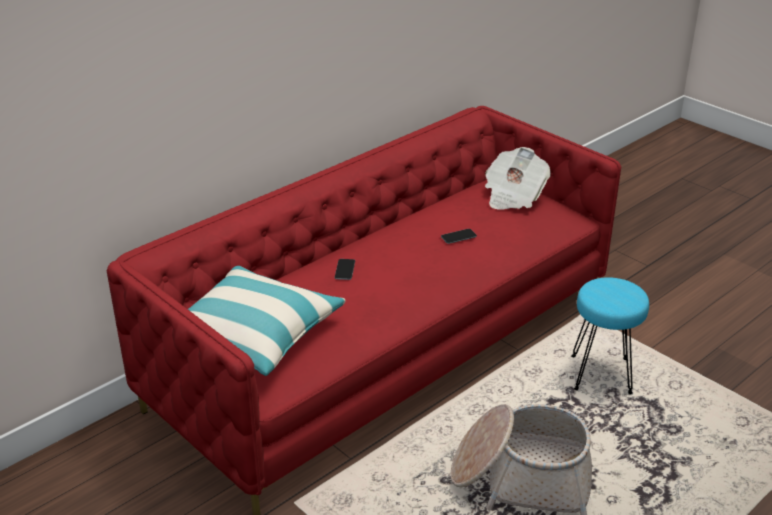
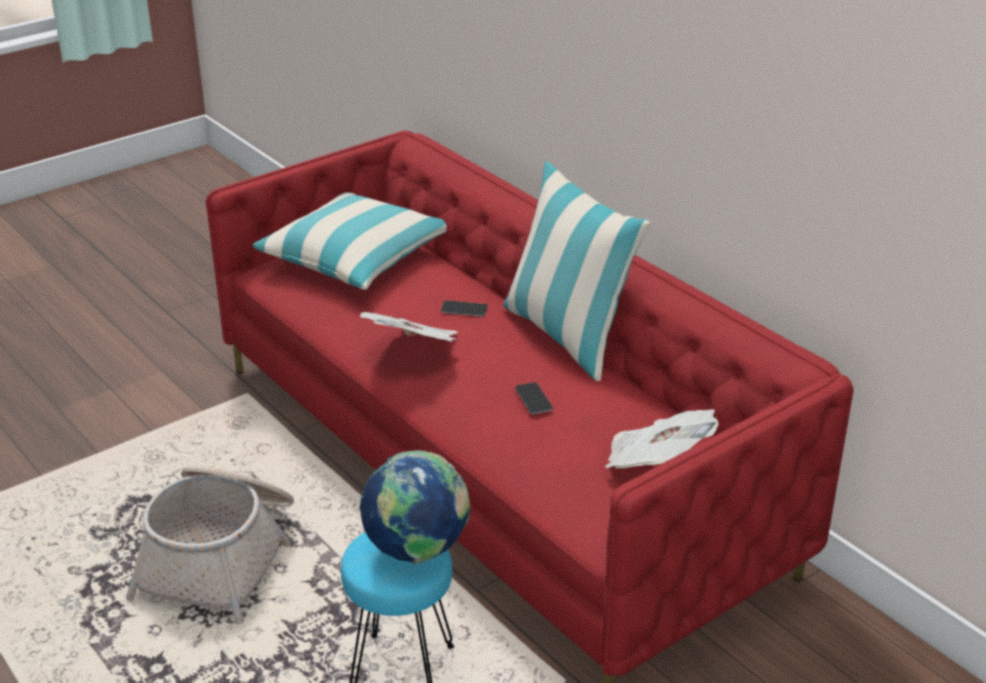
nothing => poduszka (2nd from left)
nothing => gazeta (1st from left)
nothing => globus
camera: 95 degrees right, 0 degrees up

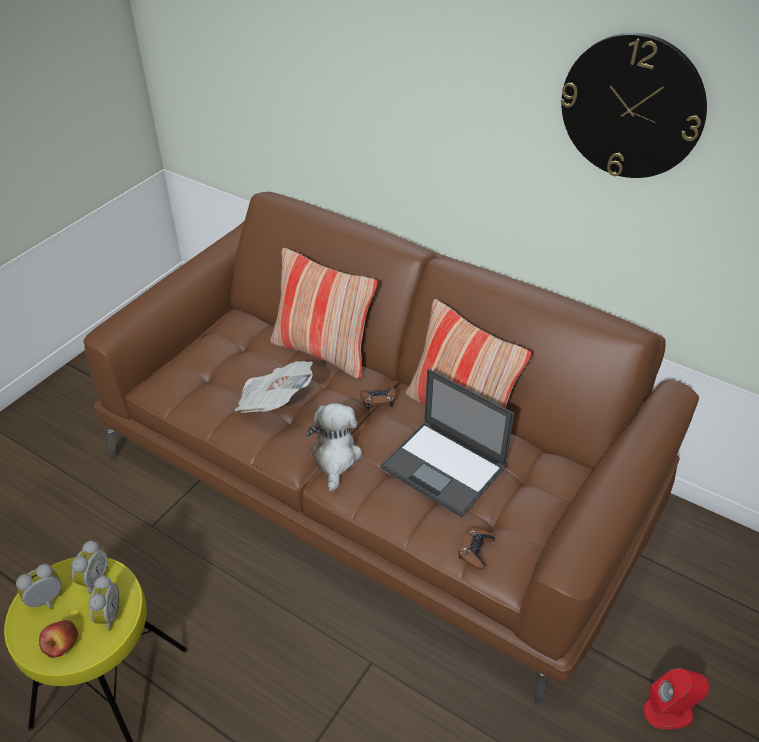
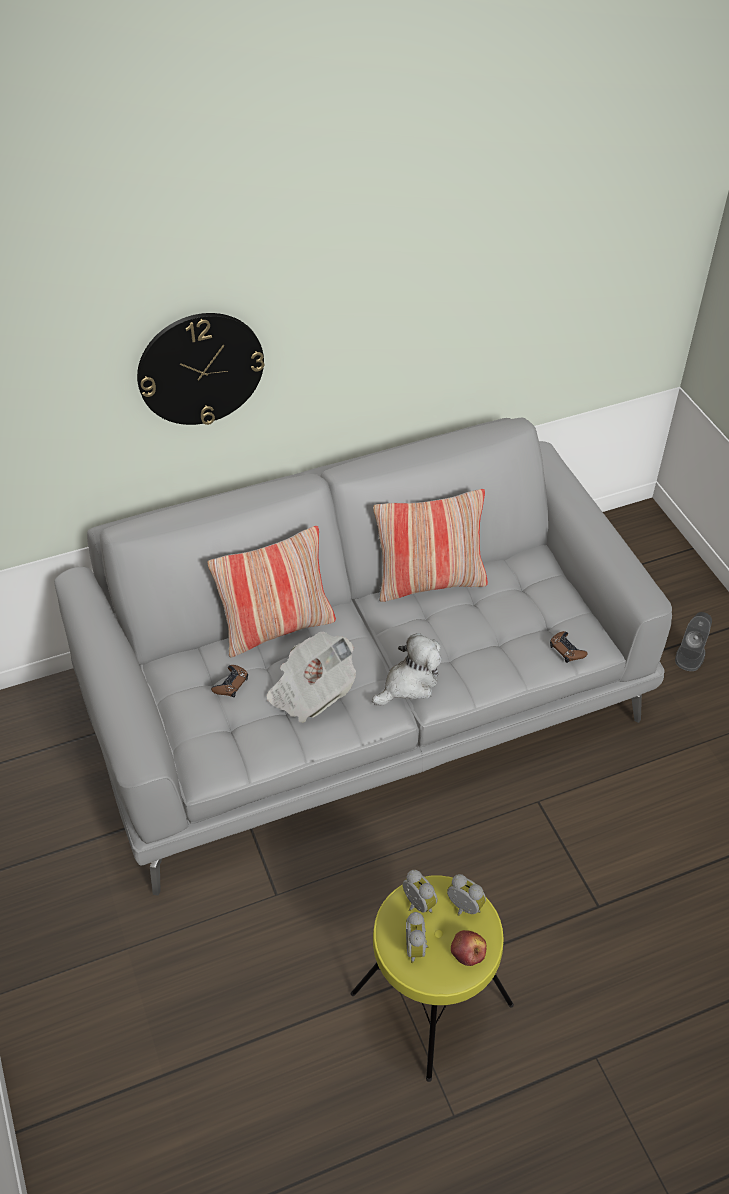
zegar ścienny, move
kanapa/brązowy => kanapa/szary
laptop => nothing
pad do gier/brązowy (1st from left), move
pluszak, 105 degrees clockwise
głośnik/czerwony => głośnik/szary
camera: 55 degrees left, 5 degrees up

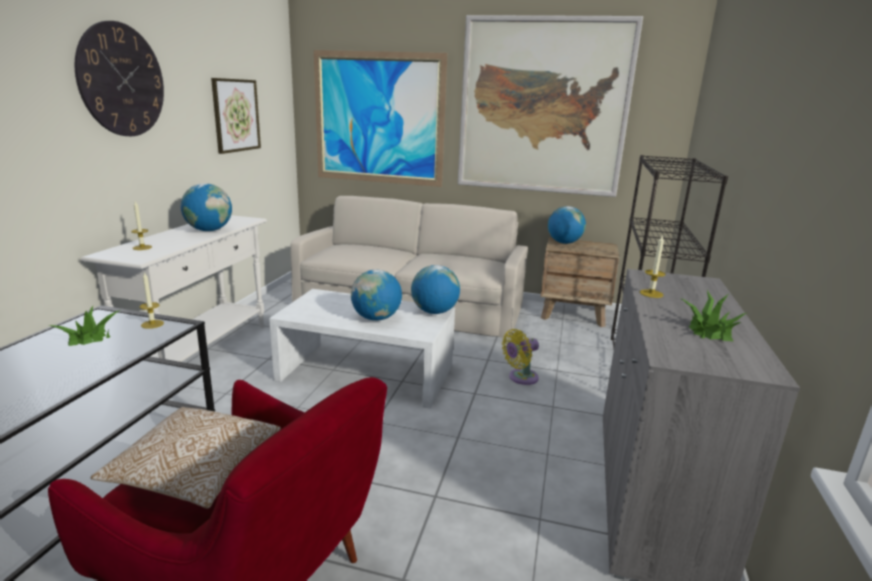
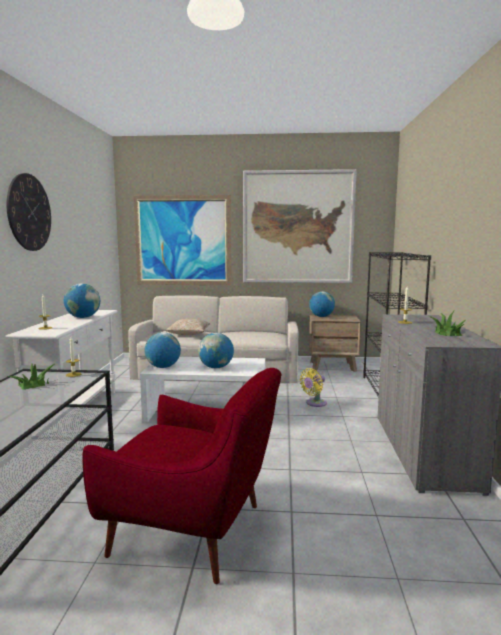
obraz (1st from left) => nothing
globus (3rd from left in the first image) => globus (2nd from left), move
poduszka, move
camera: 10 degrees left, 10 degrees down

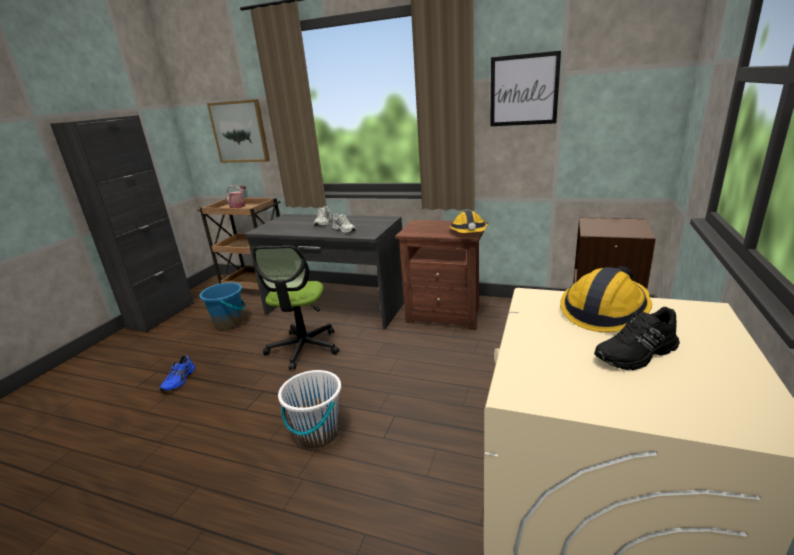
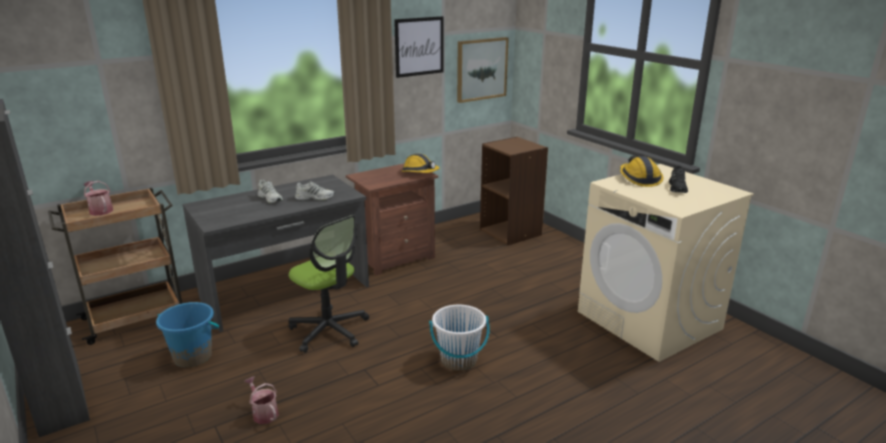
obraz (1st from left in the first image) => obraz (2nd from left), move
but/niebieski => konewka (2nd from left)
camera: 55 degrees left, 0 degrees up

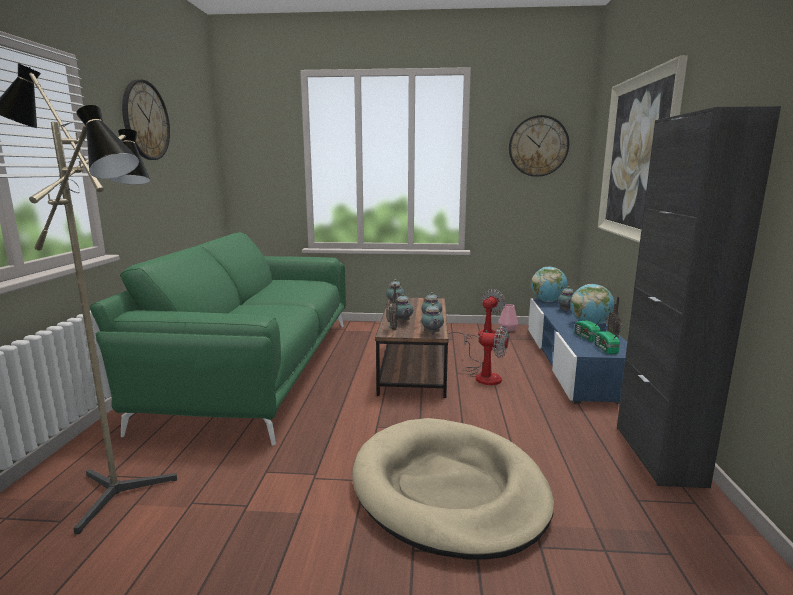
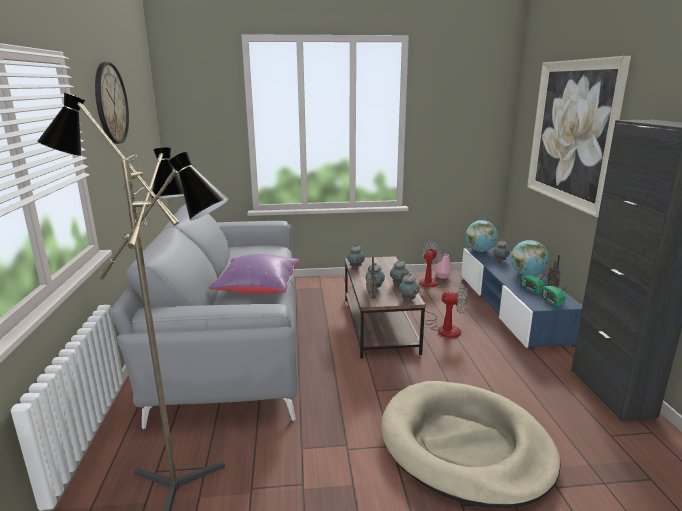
zegar ścienny (2nd from left) => nothing
kanapa/zielony => kanapa/szary
nothing => poduszka/fioletowy
camera: 10 degrees left, 5 degrees up

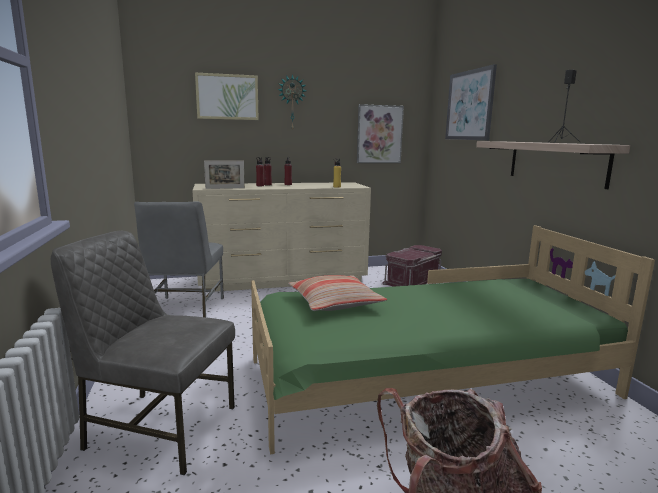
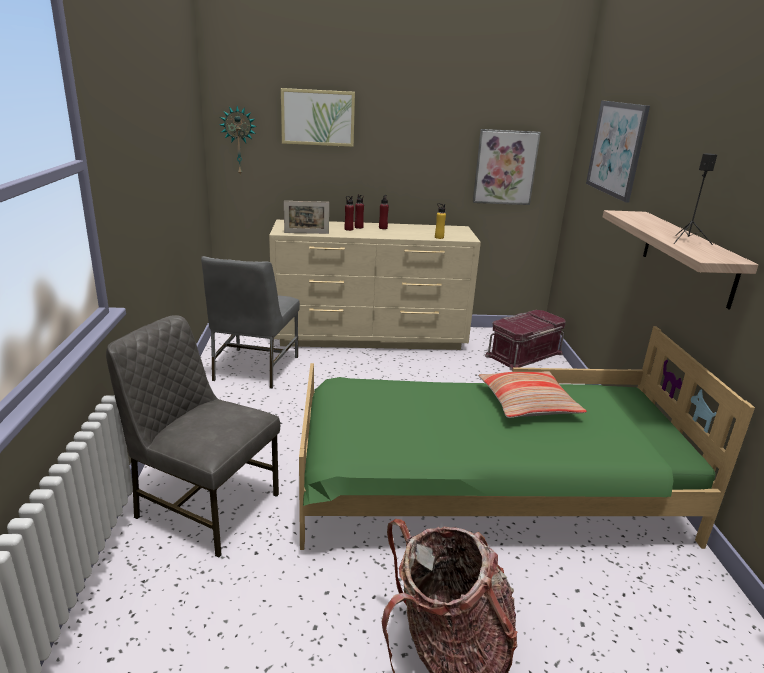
zegar ścienny, move
poduszka, move
camera: 10 degrees right, 10 degrees up

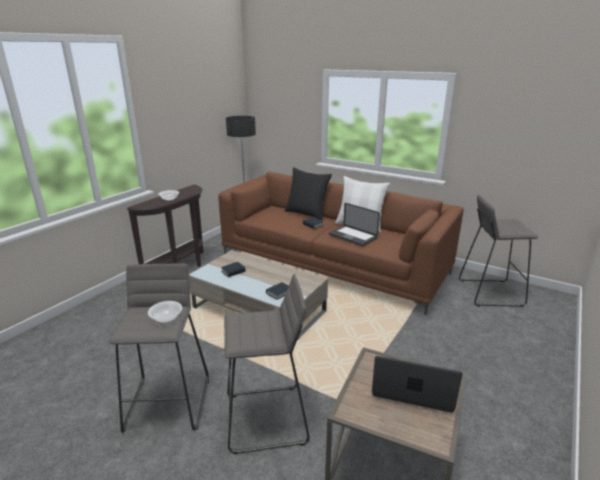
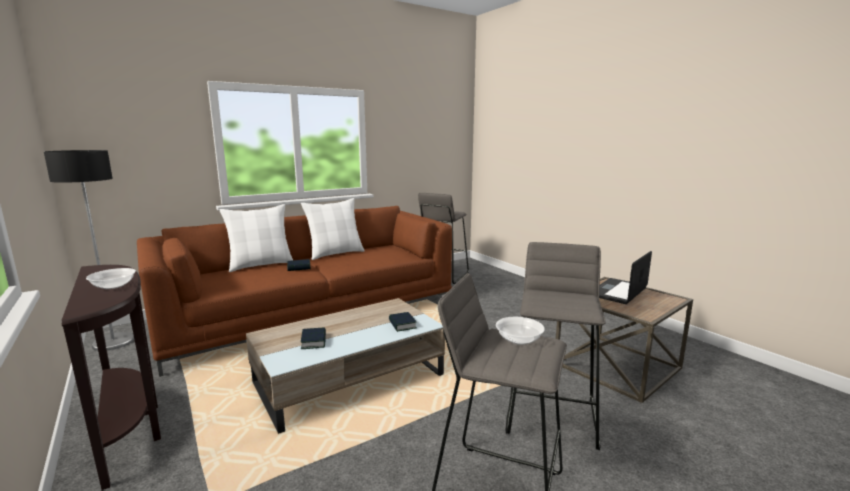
poduszka/czarny => poduszka/biały (1st from left)
laptop (1st from left) => nothing
camera: 65 degrees left, 10 degrees down

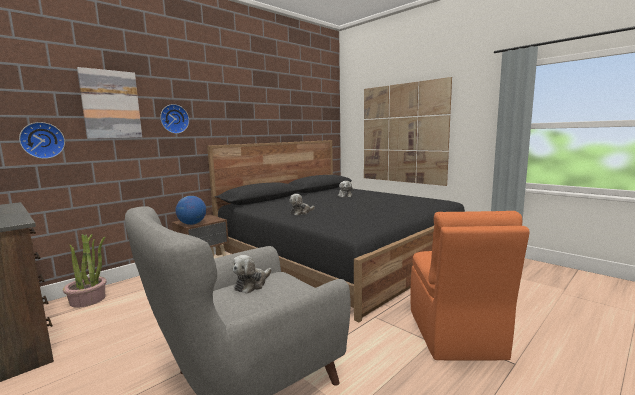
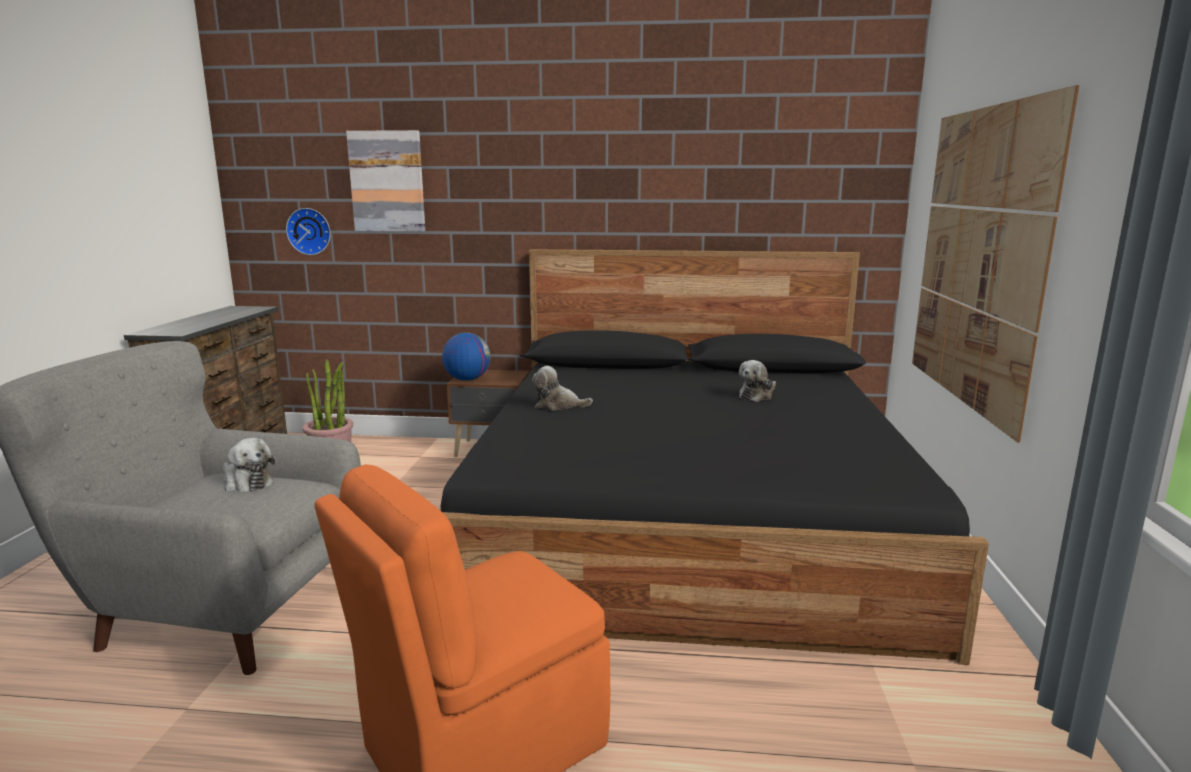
zegar ścienny (2nd from left) => nothing
pluszak (1st from left), 135 degrees counterclockwise
camera: 50 degrees right, 5 degrees up

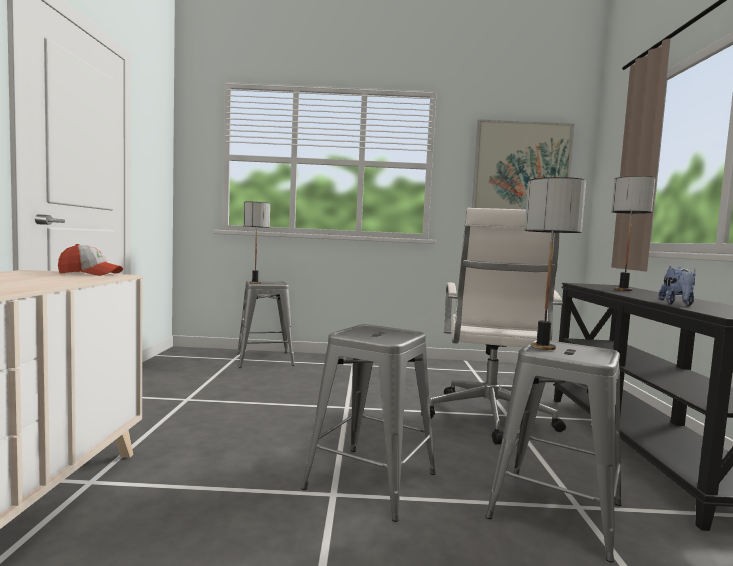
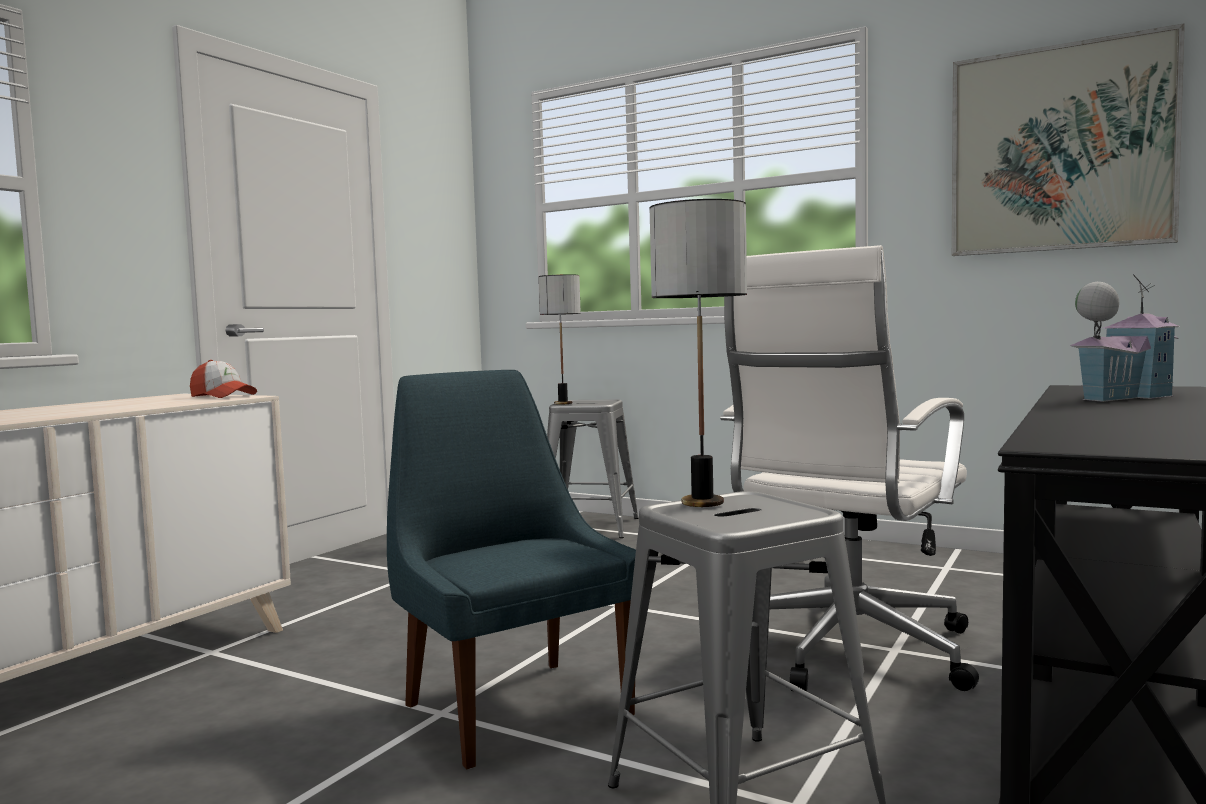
lampa stołowa (3rd from left) => domek
pluszak => nothing
stołek/szary (2nd from left) => krzesło/niebieski
camera: 30 degrees right, 0 degrees up

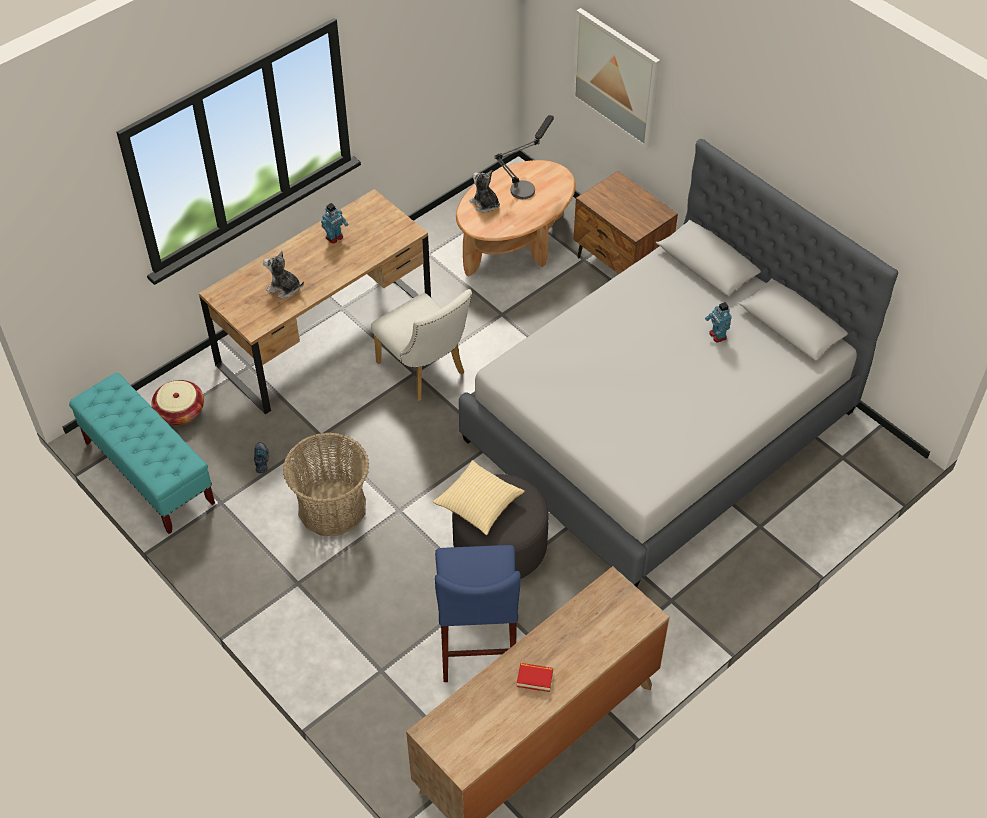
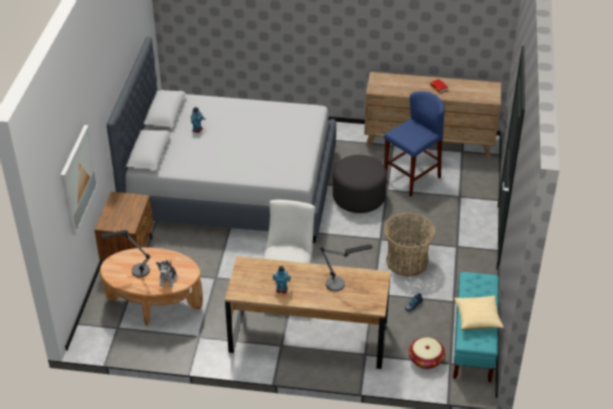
pluszak (1st from left) => lampa stołowa (2nd from left)
poduszka, move
camera: 130 degrees left, 10 degrees down

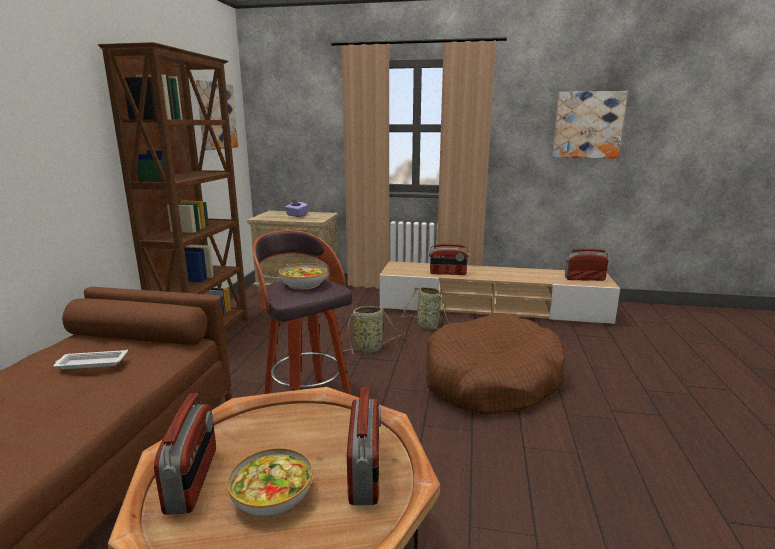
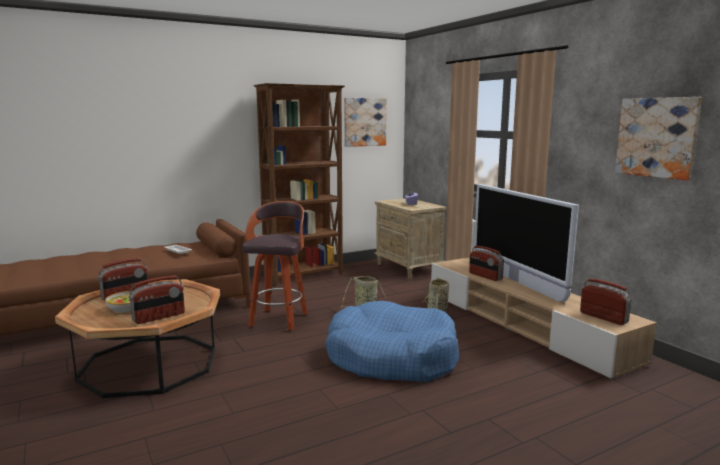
miska (2nd from left) => nothing
legowisko/brązowy => legowisko/niebieski
nothing => telewizor
camera: 50 degrees right, 5 degrees down

